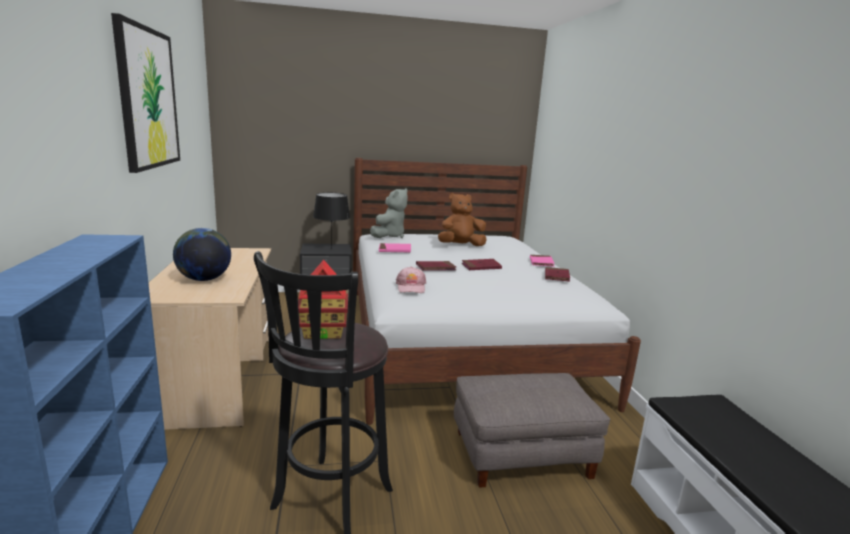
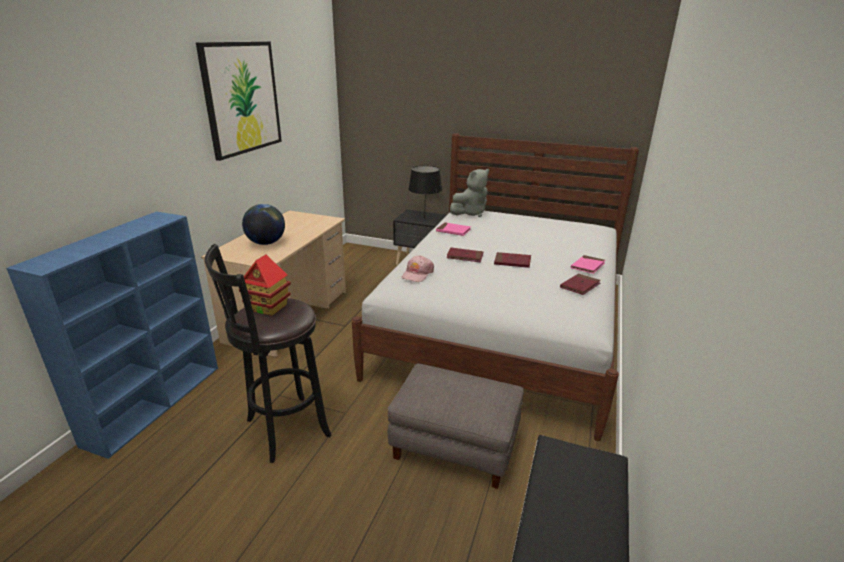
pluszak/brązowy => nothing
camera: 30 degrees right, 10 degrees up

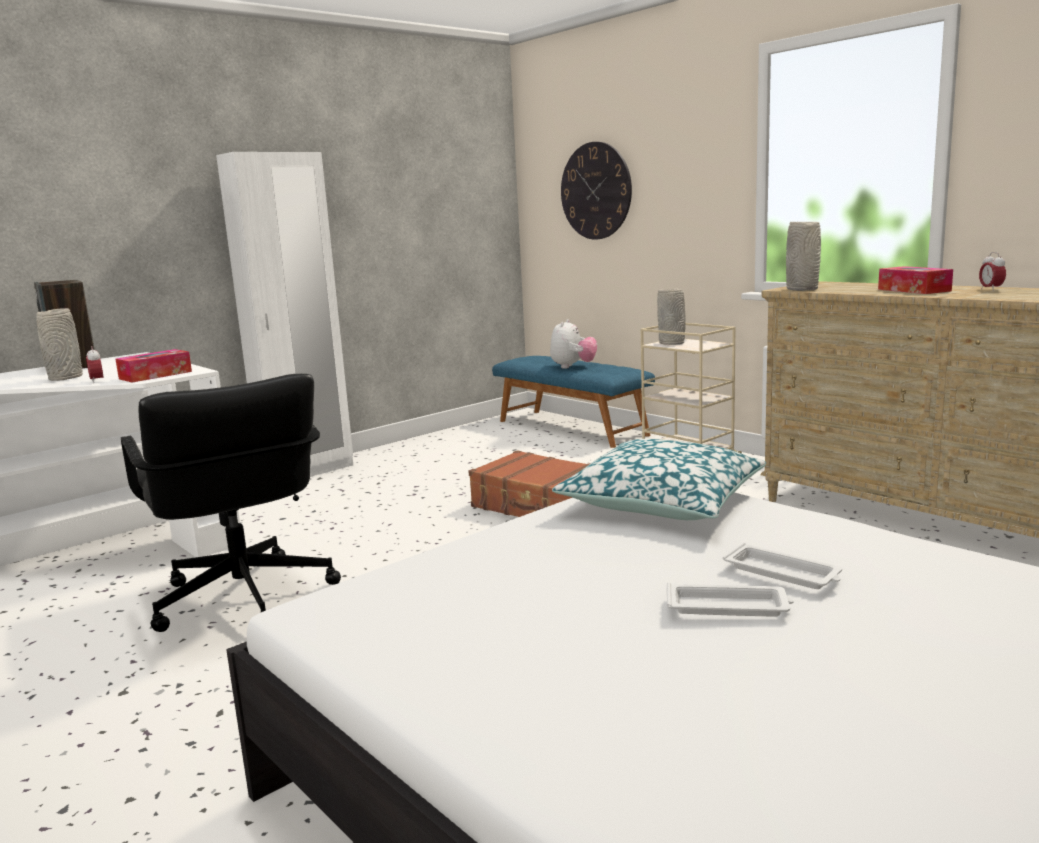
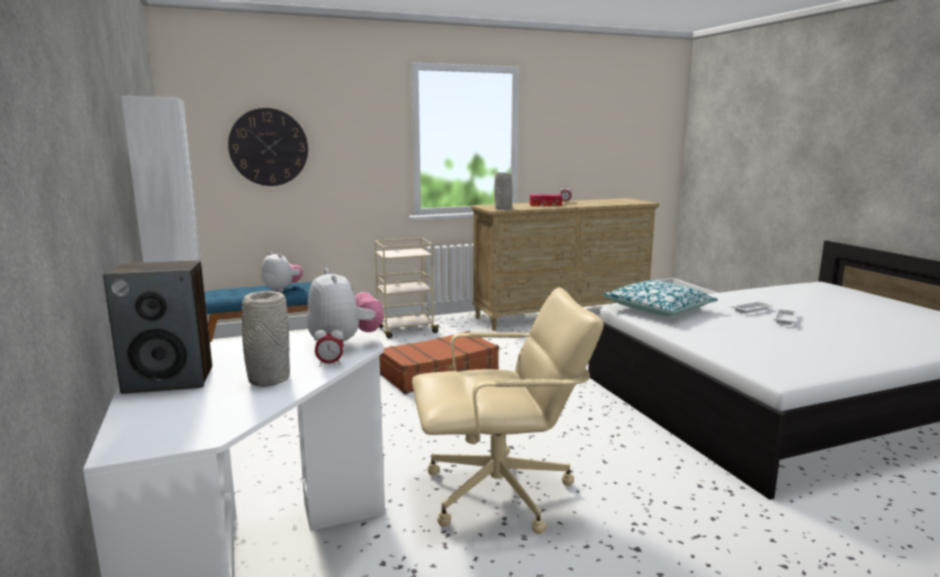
wazon/szary (2nd from left) => nothing
pudełko chusteczek (1st from left) => pluszak (2nd from left)
krzesło biurowe/czarny => krzesło biurowe/beżowy
camera: 70 degrees left, 0 degrees up

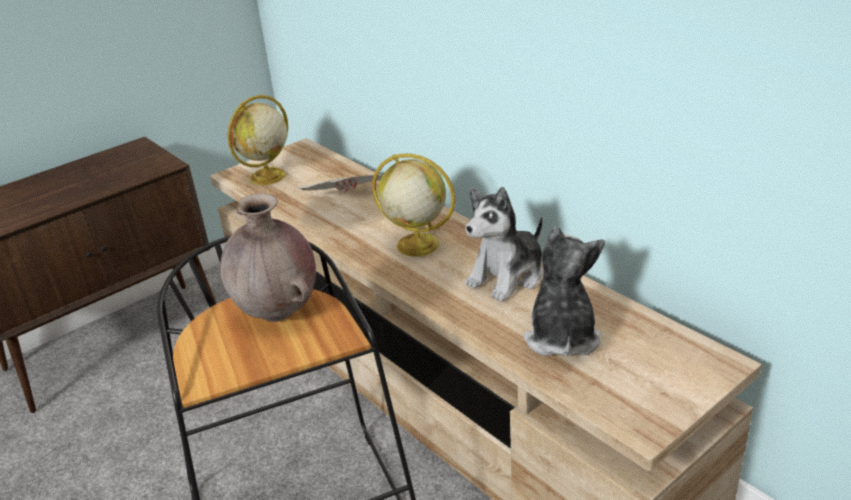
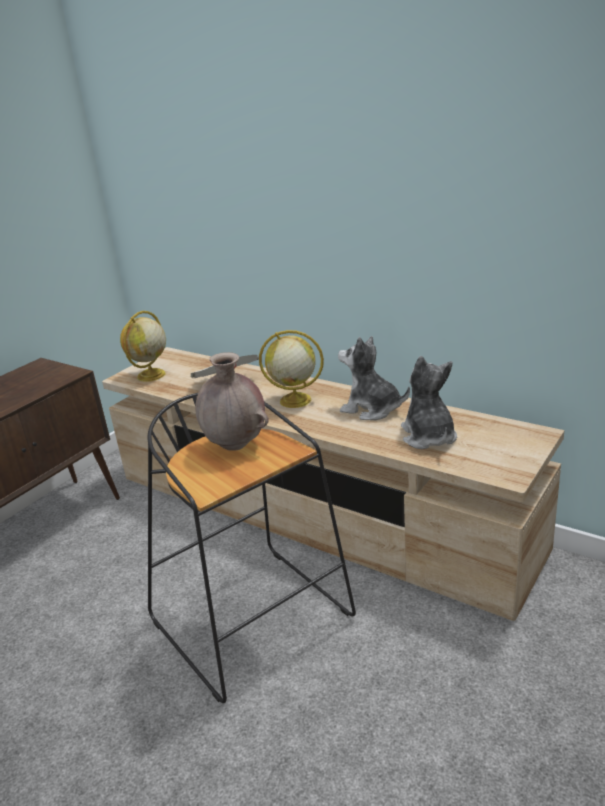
pluszak (1st from left), 90 degrees clockwise
camera: 15 degrees left, 5 degrees down

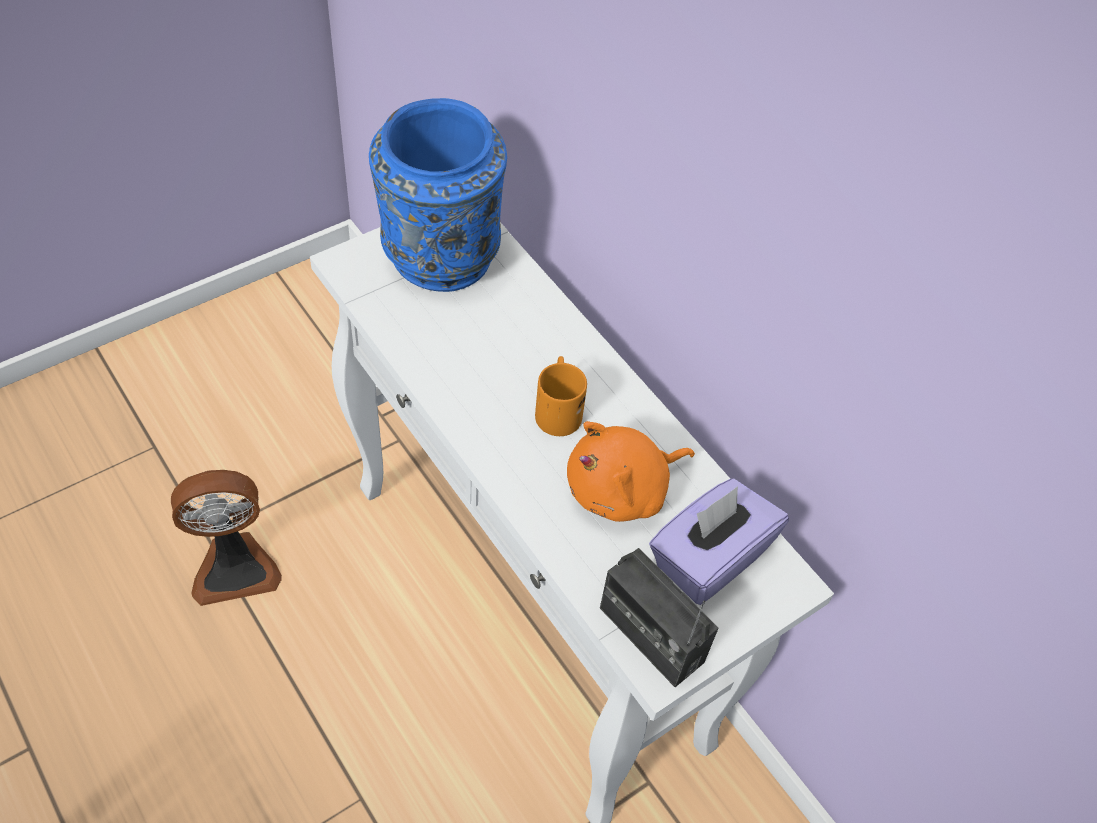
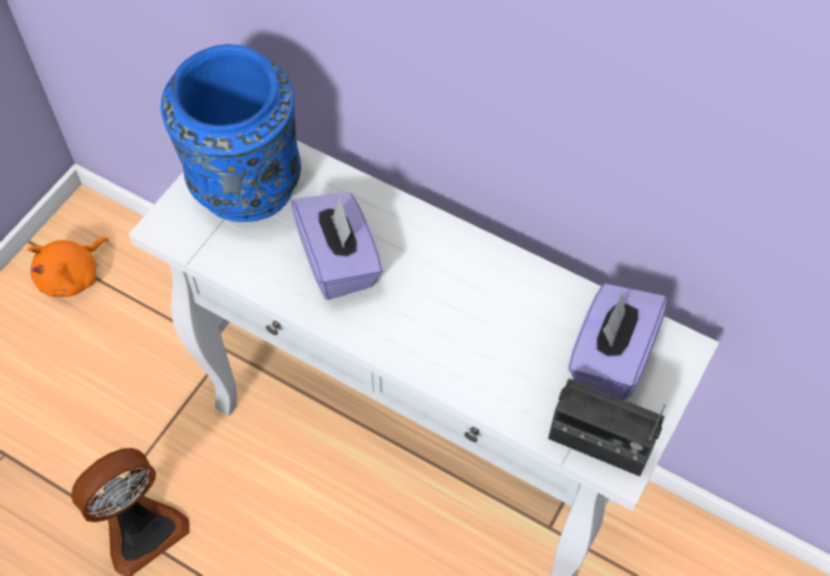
kubek/pomarańczowy => nothing
pluszak/pomarańczowy, move
nothing => pudełko chusteczek/fioletowy (1st from left)
camera: 20 degrees left, 5 degrees up

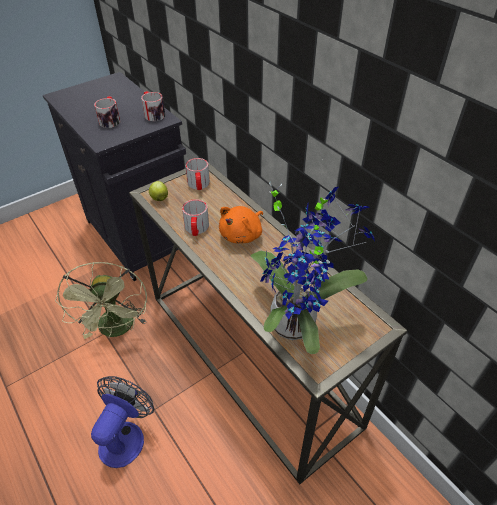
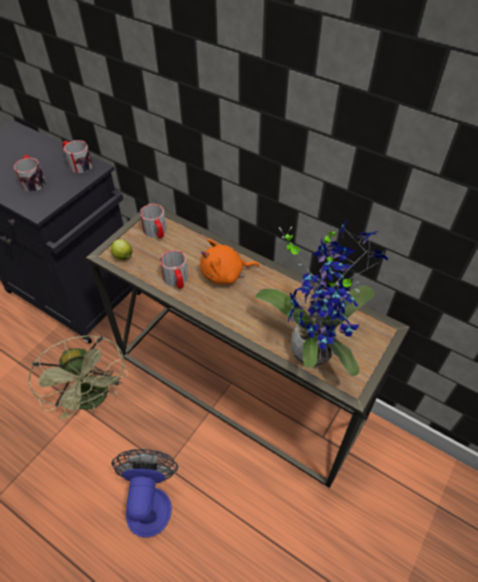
pluszak/pomarańczowy, 60 degrees clockwise
camera: 20 degrees left, 5 degrees up

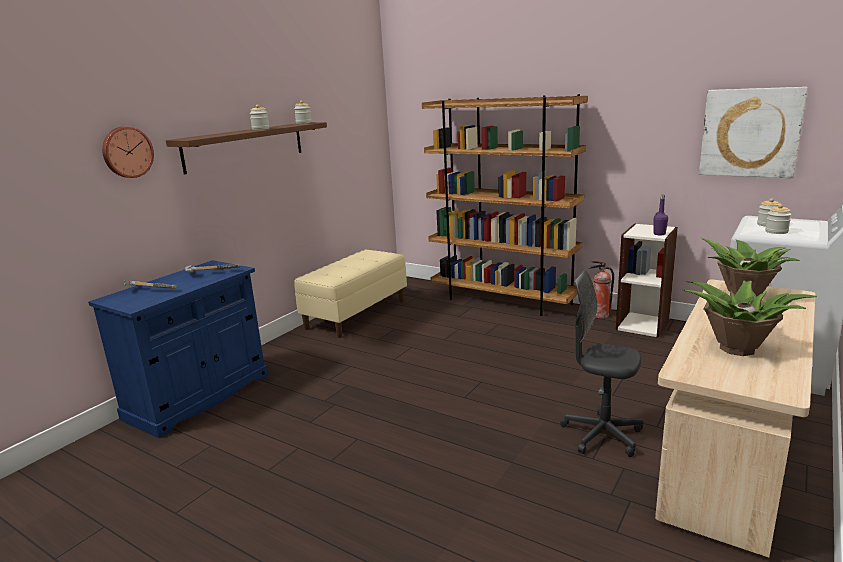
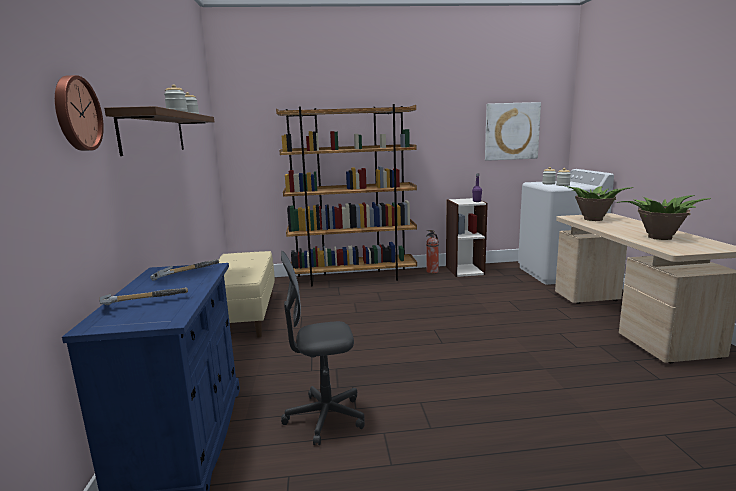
krzesło biurowe/szary, move
camera: 40 degrees left, 5 degrees down

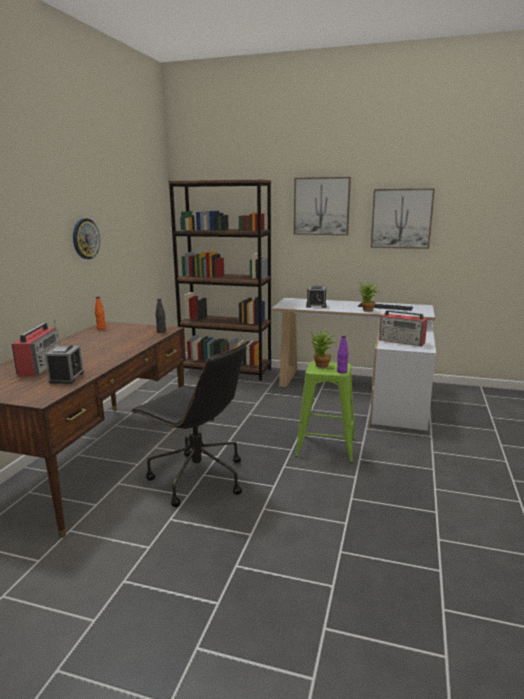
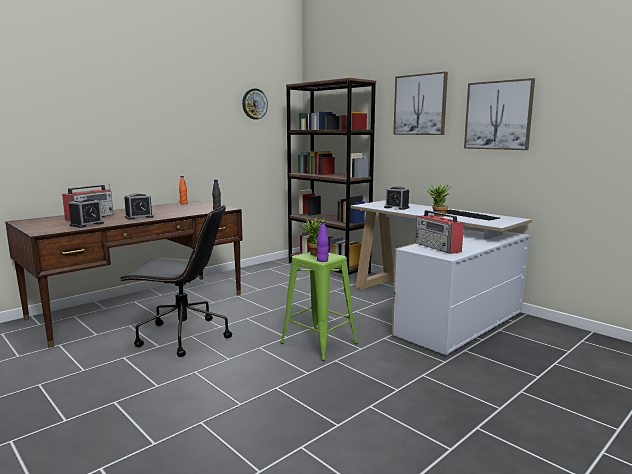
zegar ścienny, move
krzesło biurowe/czarny, 60 degrees counterclockwise
nothing => budzik (2nd from left)
camera: 30 degrees right, 5 degrees down

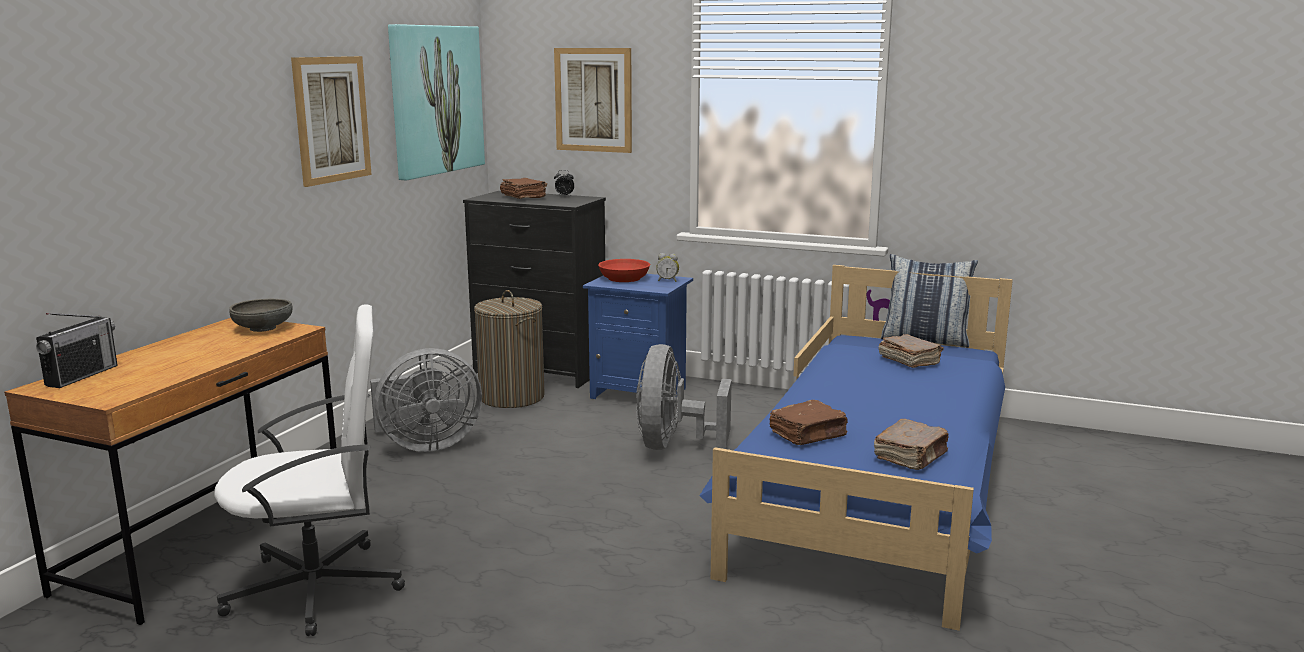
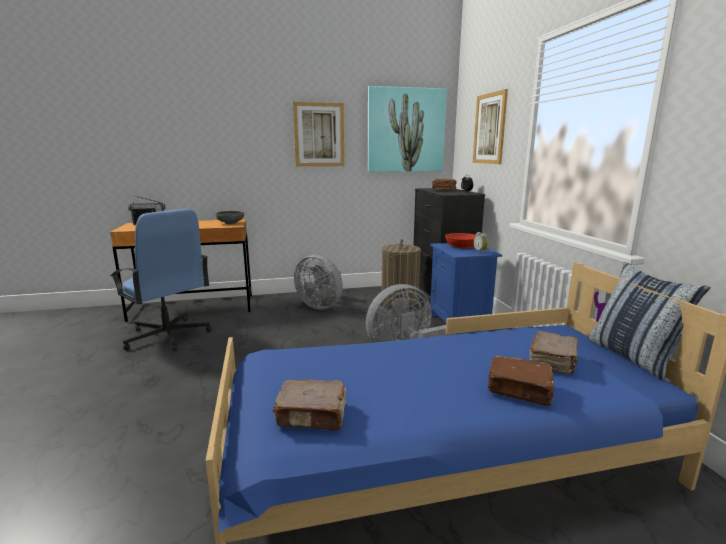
krzesło biurowe/biały => krzesło biurowe/niebieski
książka/brązowy (2nd from left in the first image) => książka/brązowy (3rd from left), move
camera: 55 degrees right, 0 degrees up

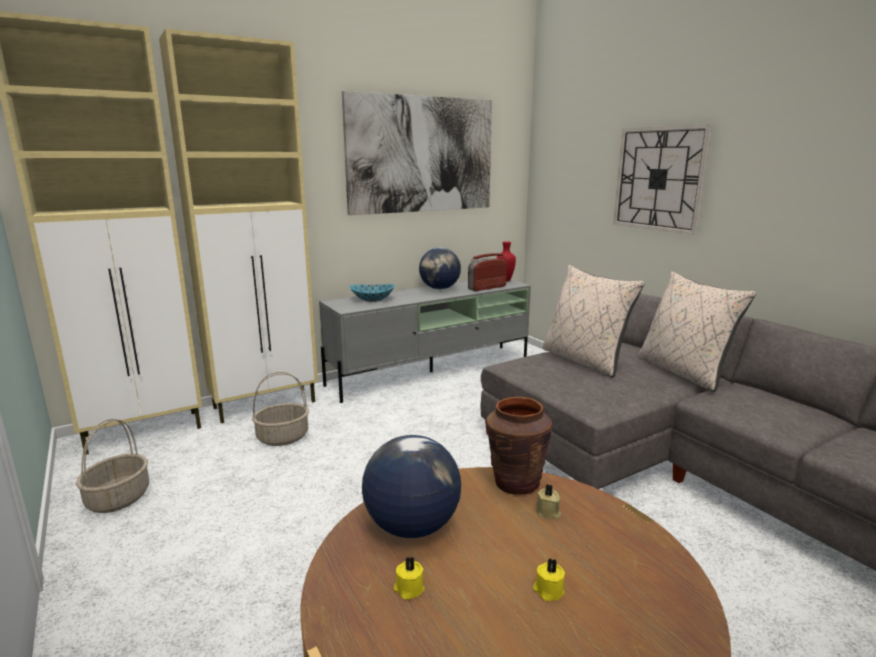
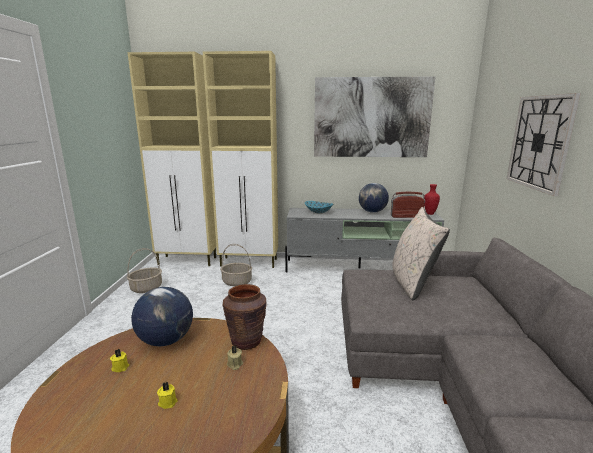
poduszka/beżowy (2nd from left) => nothing
camera: 35 degrees right, 0 degrees up

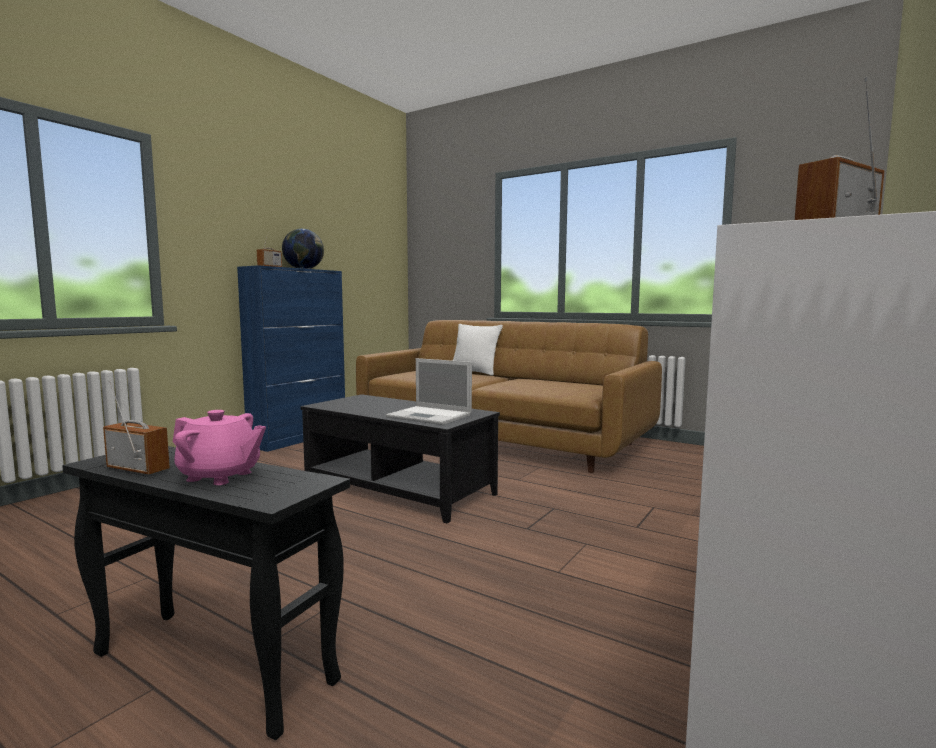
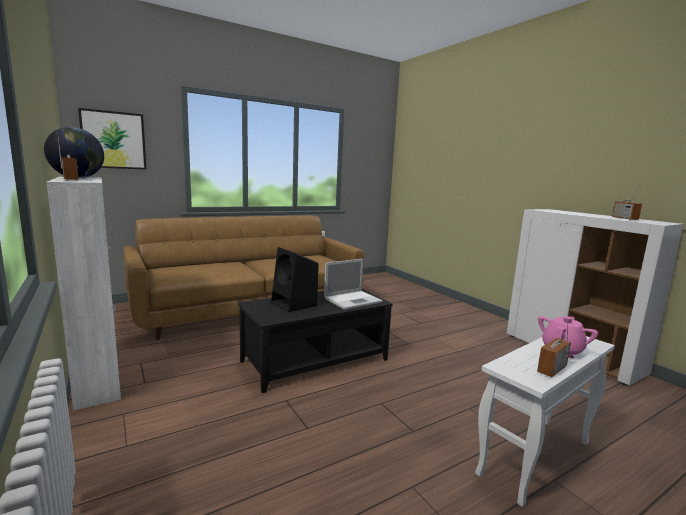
szafka/niebieski => szafka/biały (1st from left)
poduszka/biały => nothing
stolik/czarny => stolik/biały
nothing => obraz
nothing => głośnik/czarny
camera: 65 degrees left, 5 degrees up

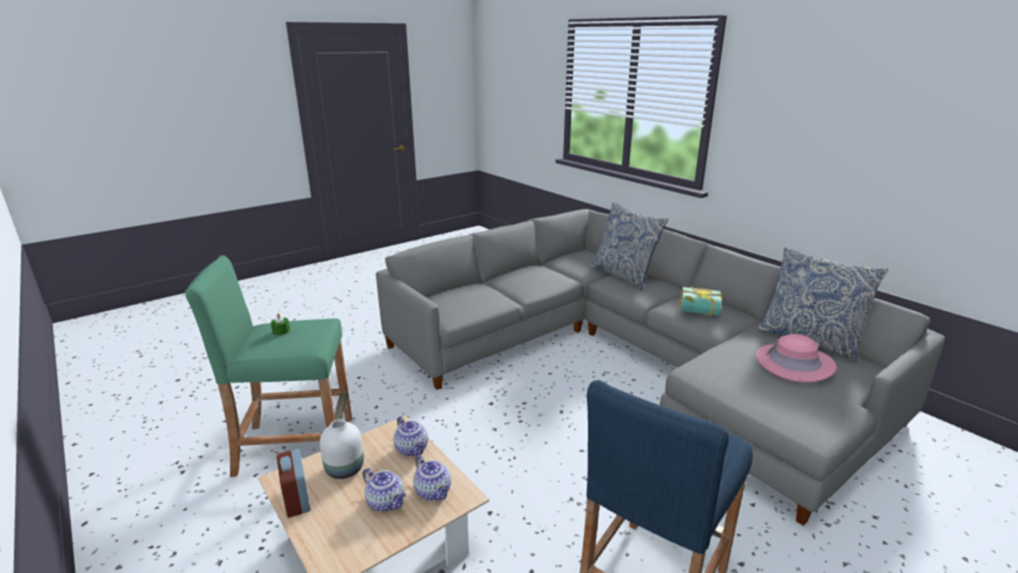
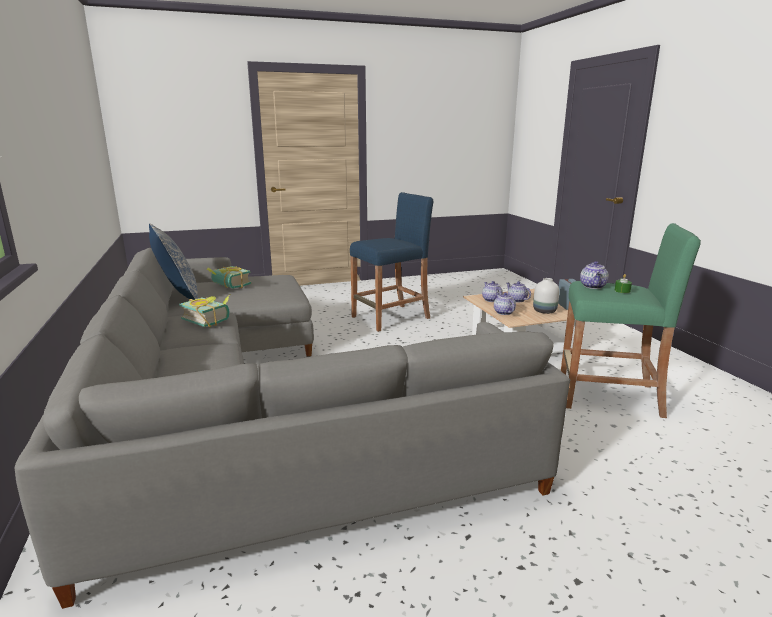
poduszka (1st from left) => nothing
kapelusz/różowy => książka (2nd from left)
nothing => imbryk (4th from left)
camera: 160 degrees left, 5 degrees down

